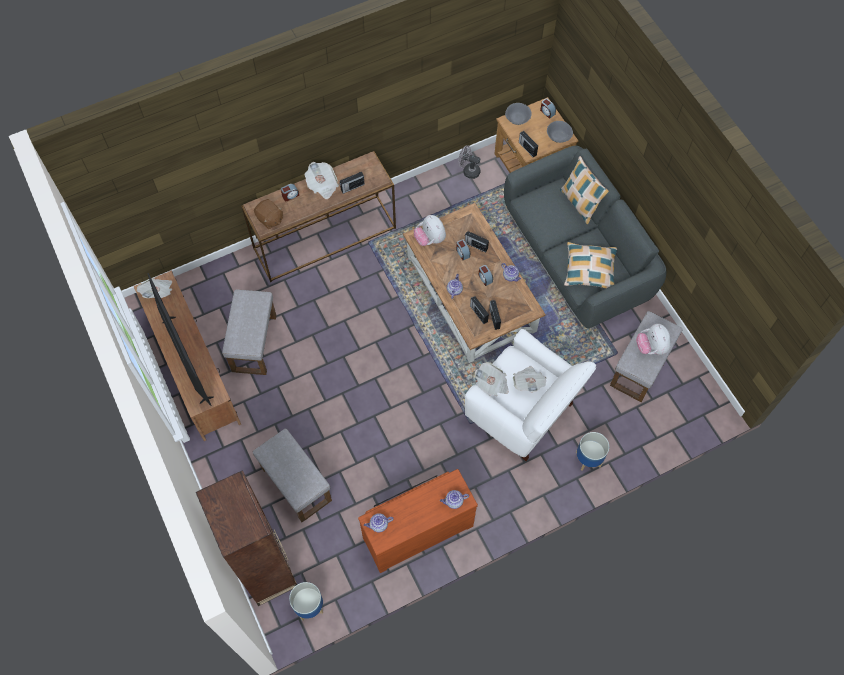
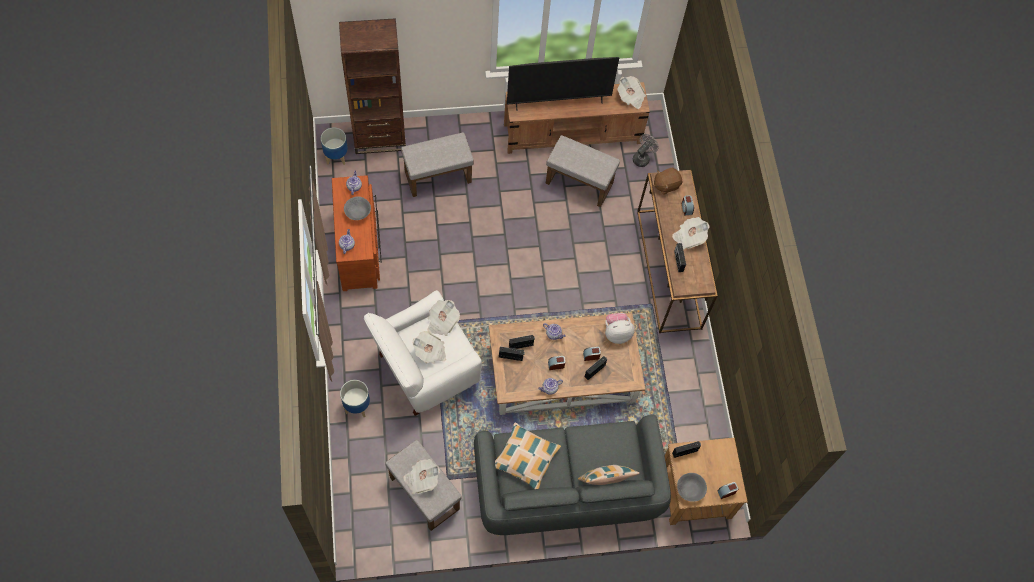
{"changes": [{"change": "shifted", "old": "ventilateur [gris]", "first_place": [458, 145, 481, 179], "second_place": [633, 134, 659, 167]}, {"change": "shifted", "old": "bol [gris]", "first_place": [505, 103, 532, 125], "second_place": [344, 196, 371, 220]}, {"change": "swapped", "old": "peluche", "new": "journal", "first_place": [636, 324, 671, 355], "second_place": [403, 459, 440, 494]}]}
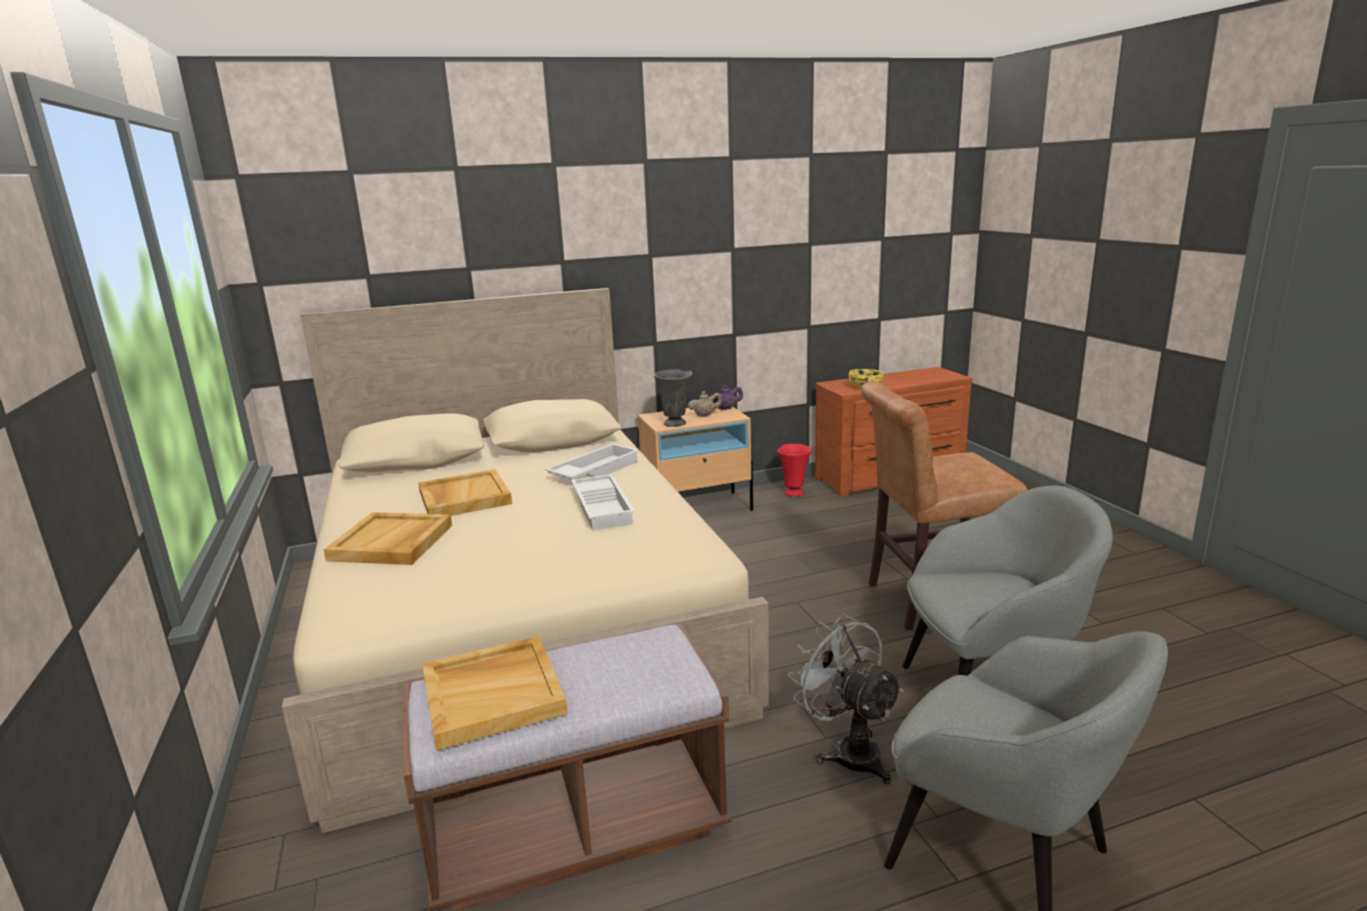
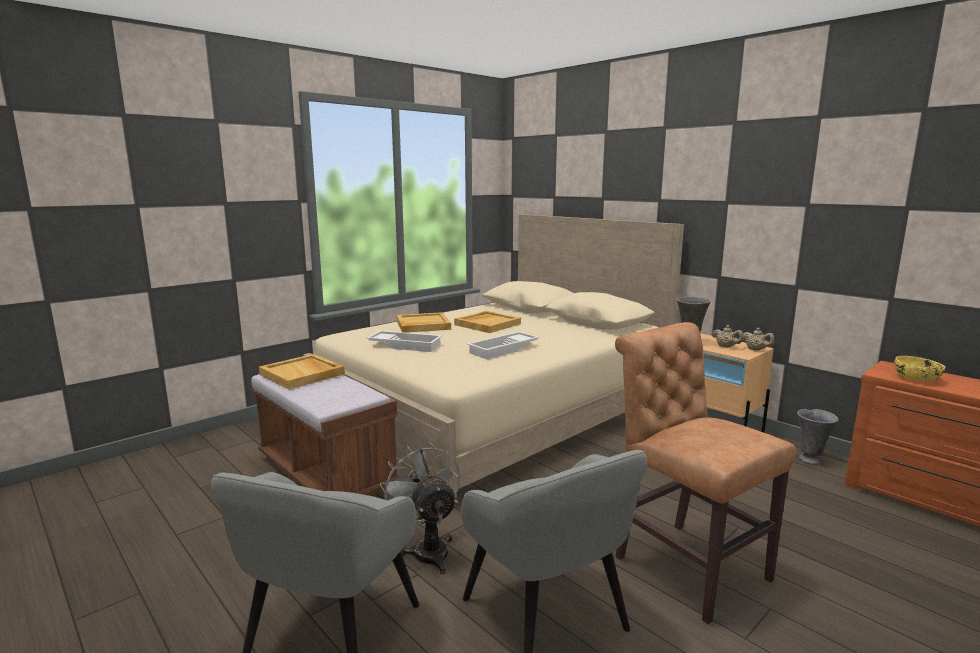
{"changes": [{"change": "shifted", "old": "plateau [blanc]", "first_place": [545, 443, 639, 480], "second_place": [367, 331, 442, 352]}, {"change": "repainted", "old": "théière [violet]", "new": "théière [beige]", "first_place": [711, 385, 743, 410], "second_place": [743, 328, 775, 351]}, {"change": "repainted", "old": "vase [rouge]", "new": "vase [gris]", "first_place": [777, 444, 812, 497], "second_place": [797, 409, 839, 465]}, {"change": "rotated", "old": "ventilateur [gris]", "first_place": [788, 613, 904, 784], "second_place": [380, 442, 460, 574], "degrees": -60}]}
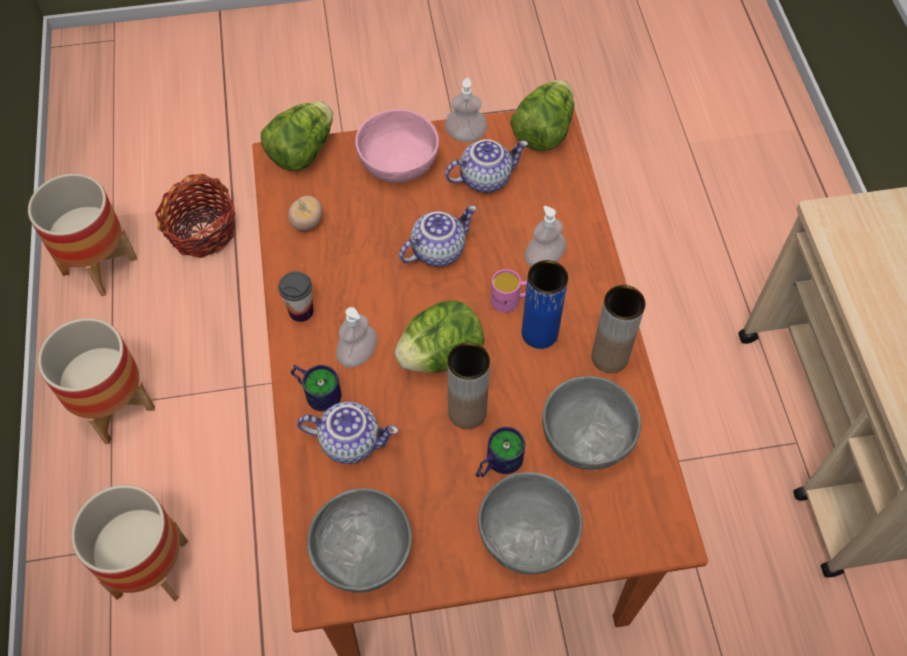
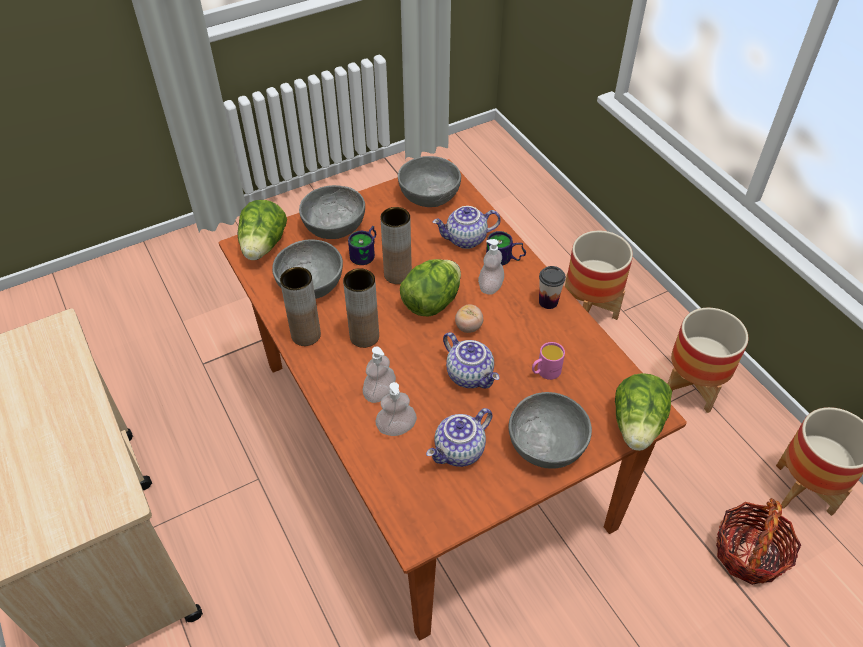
{"changes": [{"change": "shifted", "old": "tomate", "first_place": [288, 196, 323, 231], "second_place": [455, 304, 483, 333]}, {"change": "shifted", "old": "distributeur de savon", "first_place": [445, 78, 487, 142], "second_place": [376, 382, 417, 436]}, {"change": "shifted", "old": "mug [rose]", "first_place": [491, 269, 527, 313], "second_place": [532, 342, 565, 380]}, {"change": "shifted", "old": "laitue", "first_place": [510, 80, 574, 151], "second_place": [238, 200, 287, 260]}, {"change": "repainted", "old": "bol [rose]", "new": "bol [gris]", "first_place": [355, 109, 439, 183], "second_place": [509, 392, 592, 469]}, {"change": "repainted", "old": "vase [bleu]", "new": "vase [marron]", "first_place": [522, 260, 568, 349], "second_place": [343, 268, 379, 348]}, {"change": "rotated", "old": "théière", "first_place": [399, 205, 477, 267], "second_place": [443, 332, 500, 388], "degrees": -75}]}
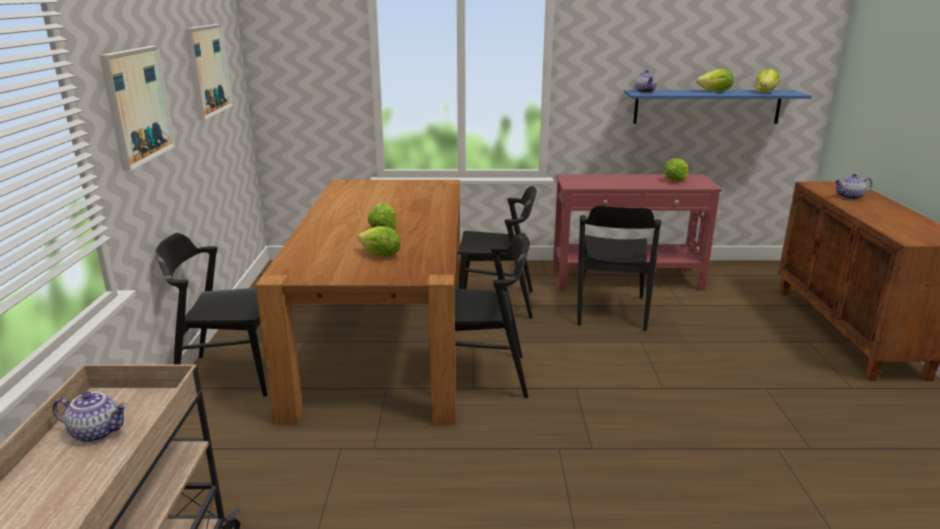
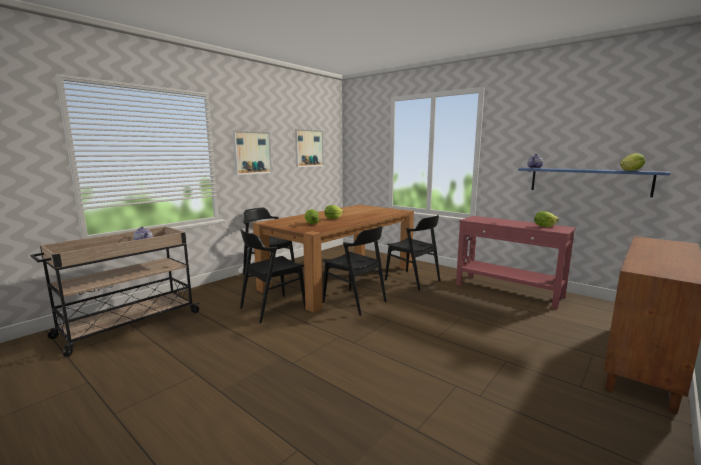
{"changes": [{"change": "gone", "old": "laitue", "first_place": [696, 69, 734, 91]}, {"change": "gone", "old": "théière", "first_place": [834, 174, 872, 200]}, {"change": "shifted", "old": "chaise [noir]", "first_place": [577, 206, 662, 331], "second_place": [240, 229, 305, 323]}]}
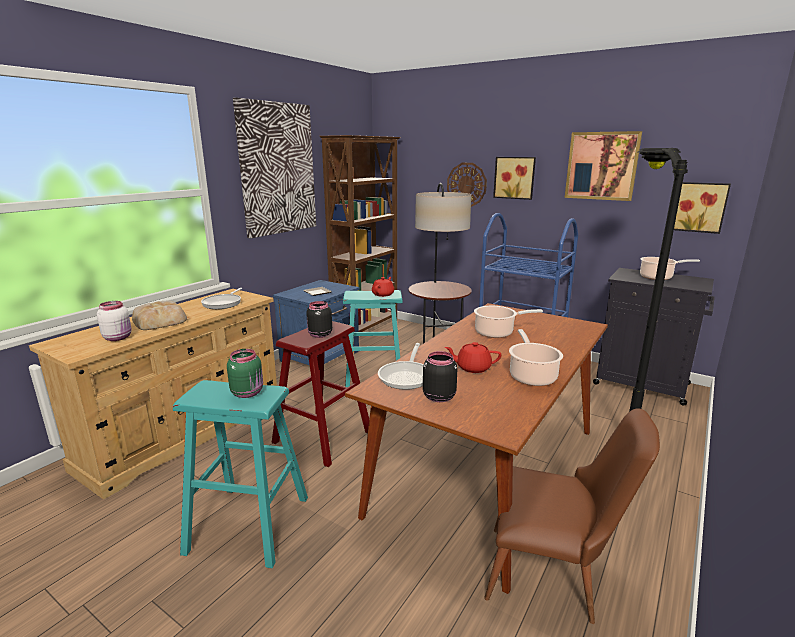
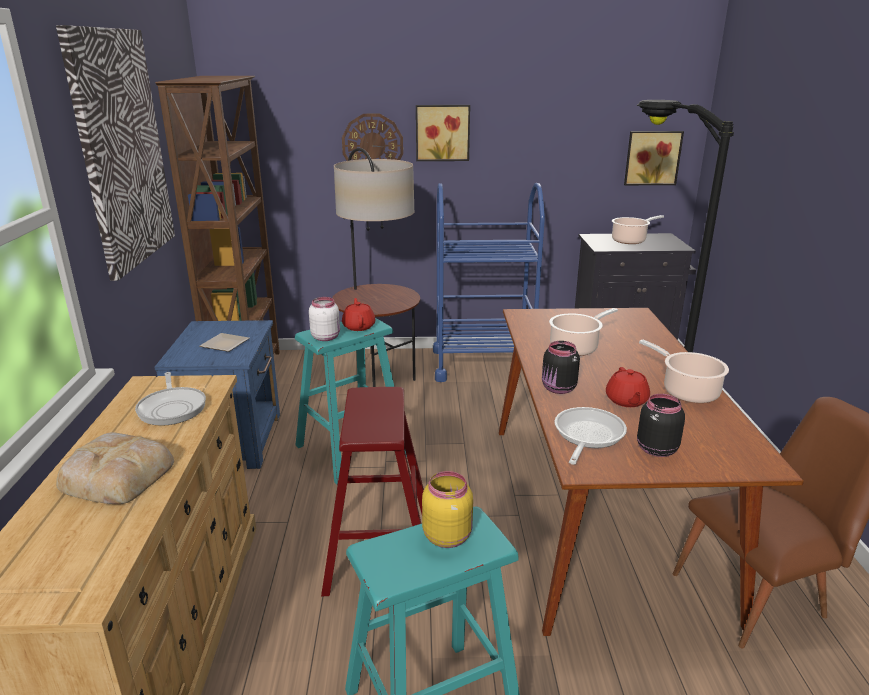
{"changes": [{"change": "gone", "old": "tableau", "first_place": [565, 131, 642, 201]}, {"change": "shifted", "old": "bocal [blanc]", "first_place": [97, 301, 132, 341], "second_place": [309, 297, 340, 341]}, {"change": "shifted", "old": "bocal [noir]", "first_place": [306, 301, 332, 338], "second_place": [542, 341, 580, 394]}, {"change": "repainted", "old": "bocal [vert]", "new": "bocal [jaune]", "first_place": [227, 349, 263, 398], "second_place": [422, 471, 473, 548]}, {"change": "rotated", "old": "poêle", "first_place": [378, 343, 424, 390], "second_place": [554, 407, 627, 465], "degrees": -135}, {"change": "rotated", "old": "théière [rouge]", "first_place": [445, 342, 501, 373], "second_place": [606, 367, 650, 407], "degrees": -60}]}
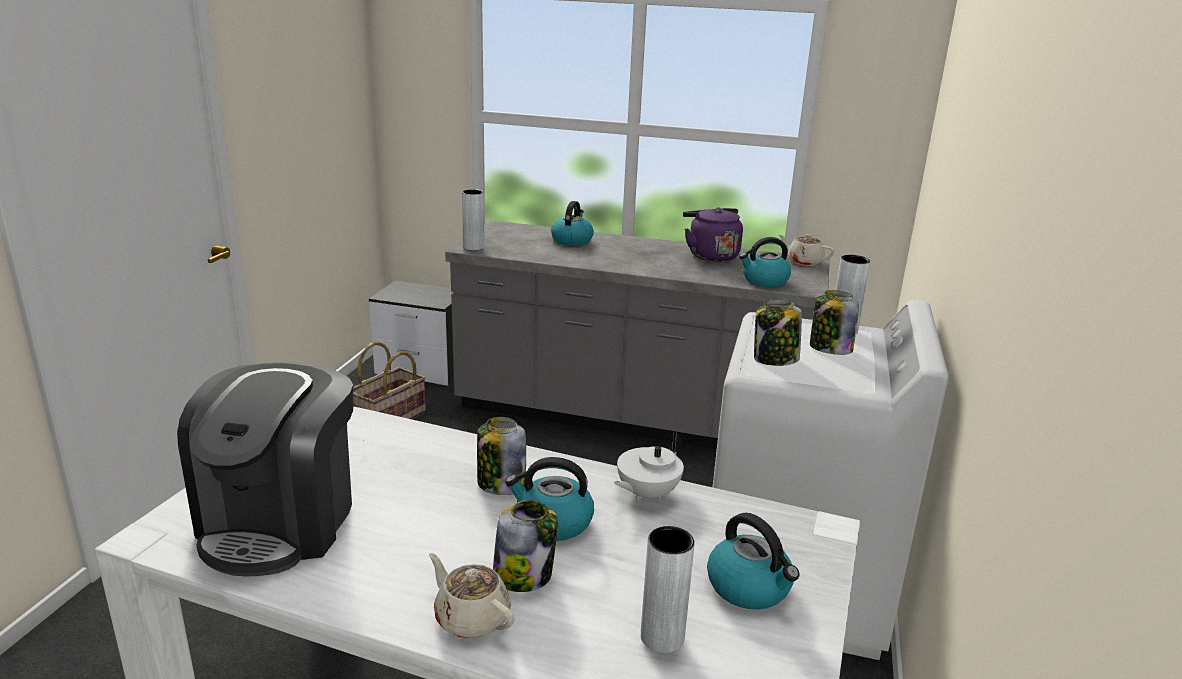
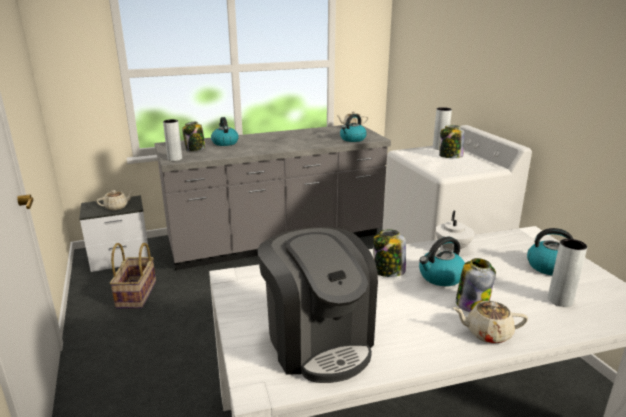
{"changes": [{"change": "gone", "old": "bouilloire [violet]", "first_place": [683, 207, 743, 262]}, {"change": "new", "new": "théière [beige]", "second_place": [96, 190, 134, 210]}, {"change": "shifted", "old": "bocal", "first_place": [754, 299, 802, 366], "second_place": [182, 122, 206, 151]}]}
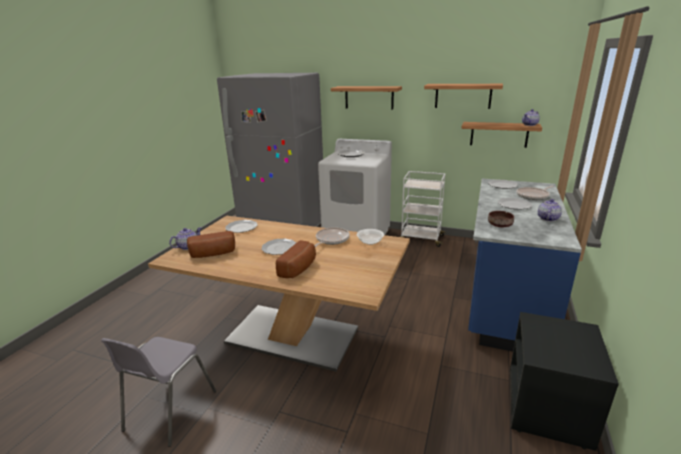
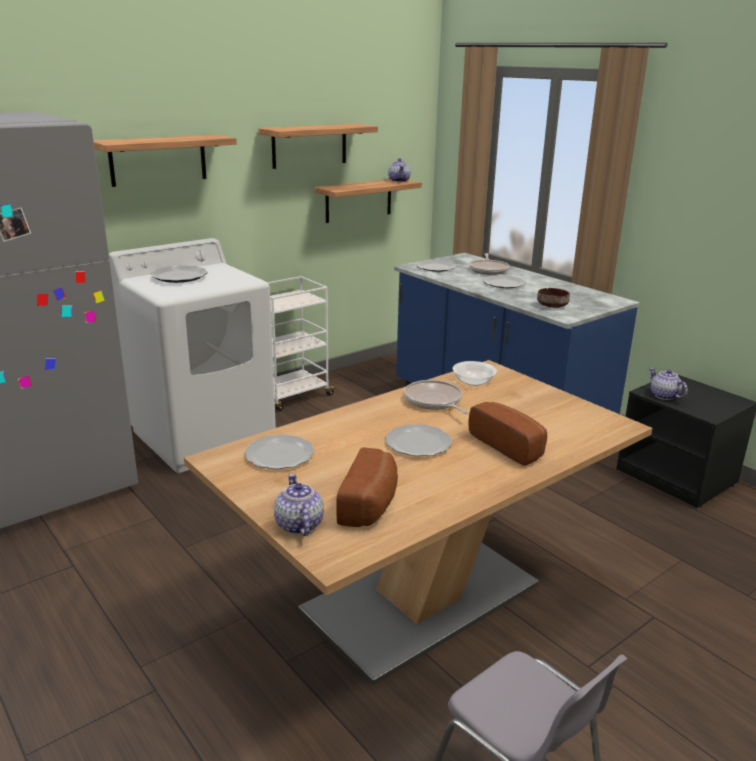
{"changes": [{"change": "shifted", "old": "théière", "first_place": [538, 199, 562, 221], "second_place": [649, 368, 688, 400]}]}
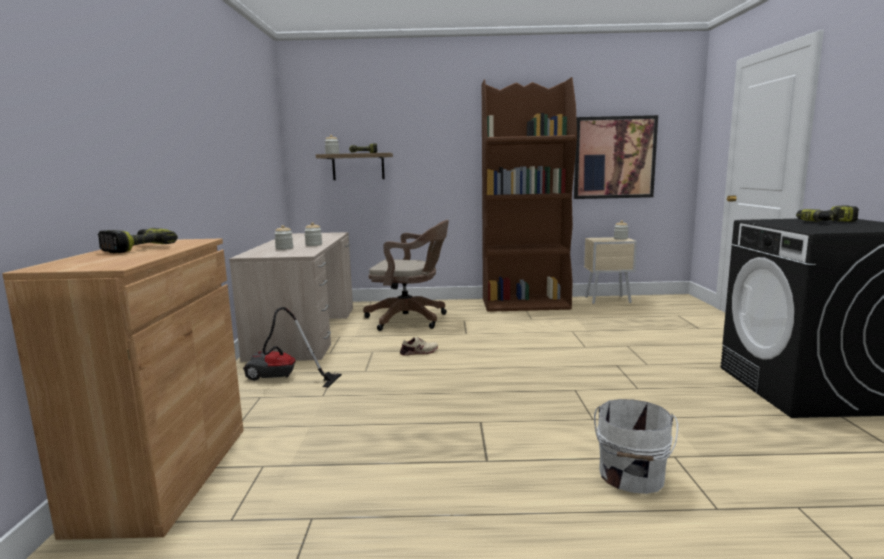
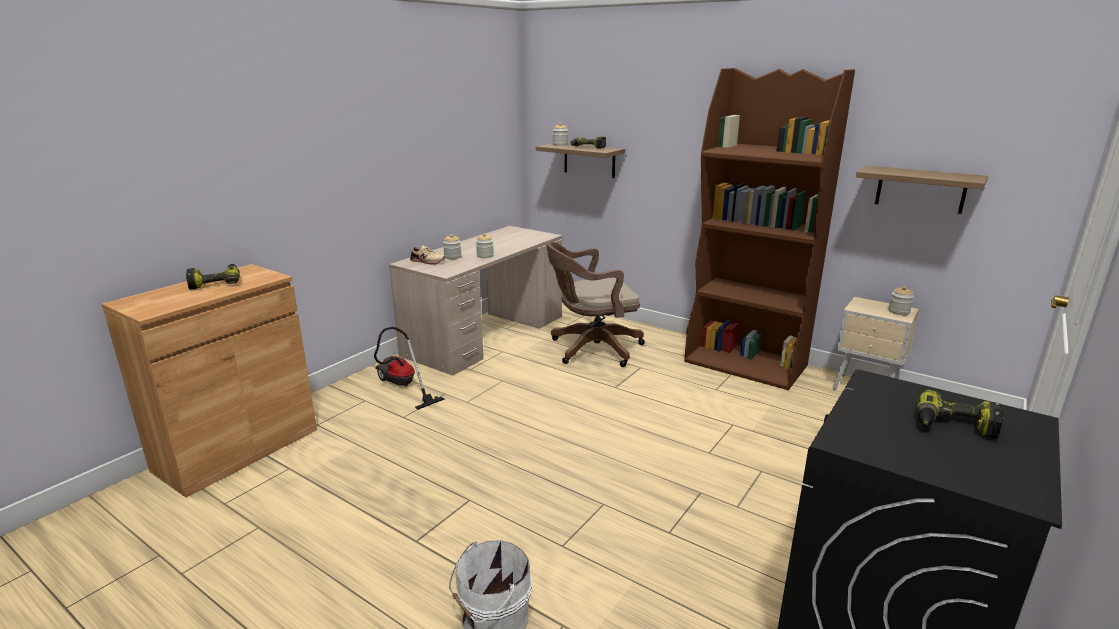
{"changes": [{"change": "shifted", "old": "chaussure [beige]", "first_place": [400, 337, 438, 356], "second_place": [410, 245, 445, 264]}, {"change": "swapped", "old": "tableau", "new": "étagère", "first_place": [574, 115, 658, 199], "second_place": [856, 166, 988, 214]}, {"change": "rotated", "old": "chaise de bureau [marron]", "first_place": [363, 220, 449, 331], "second_place": [546, 241, 645, 367], "degrees": 120}]}
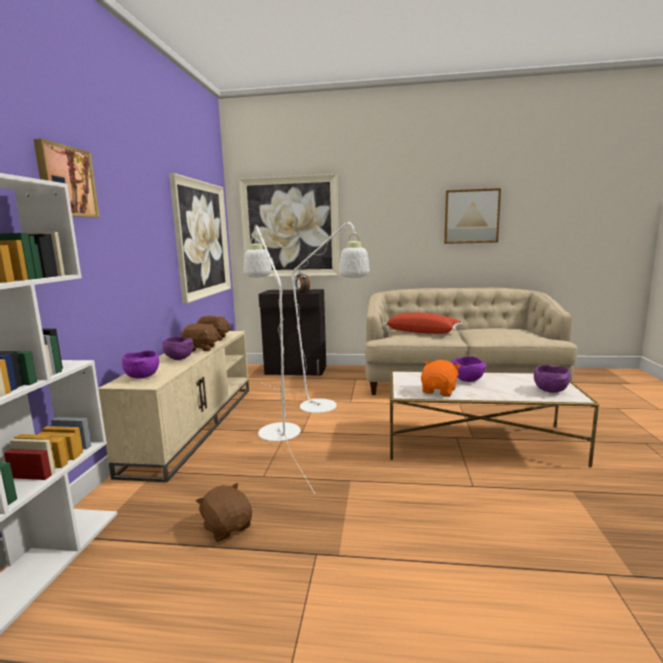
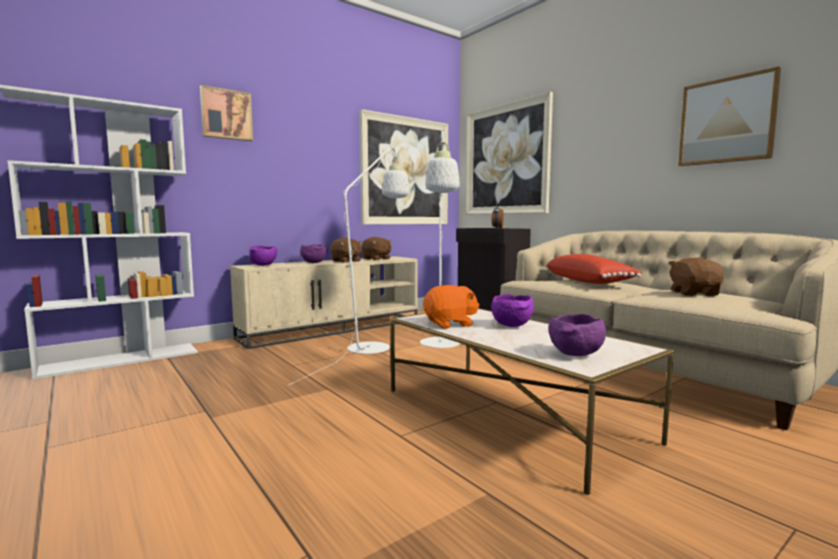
{"changes": [{"change": "shifted", "old": "peluche [marron]", "first_place": [196, 483, 252, 542], "second_place": [668, 257, 724, 296]}]}
